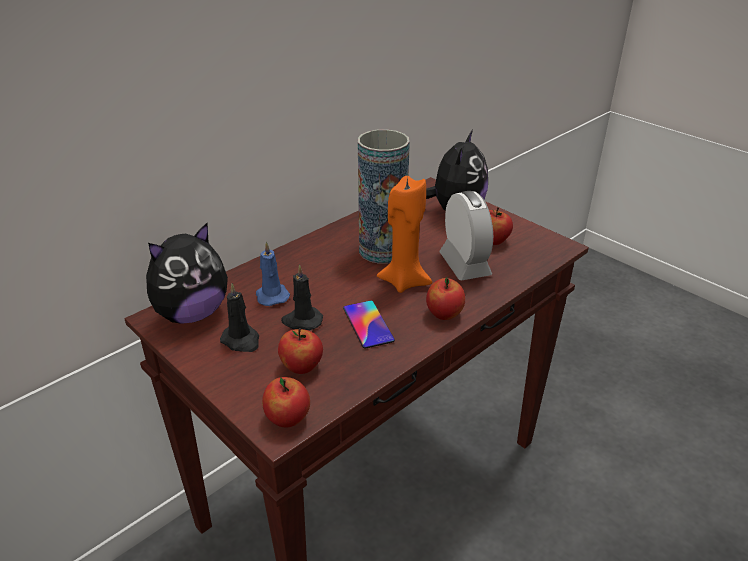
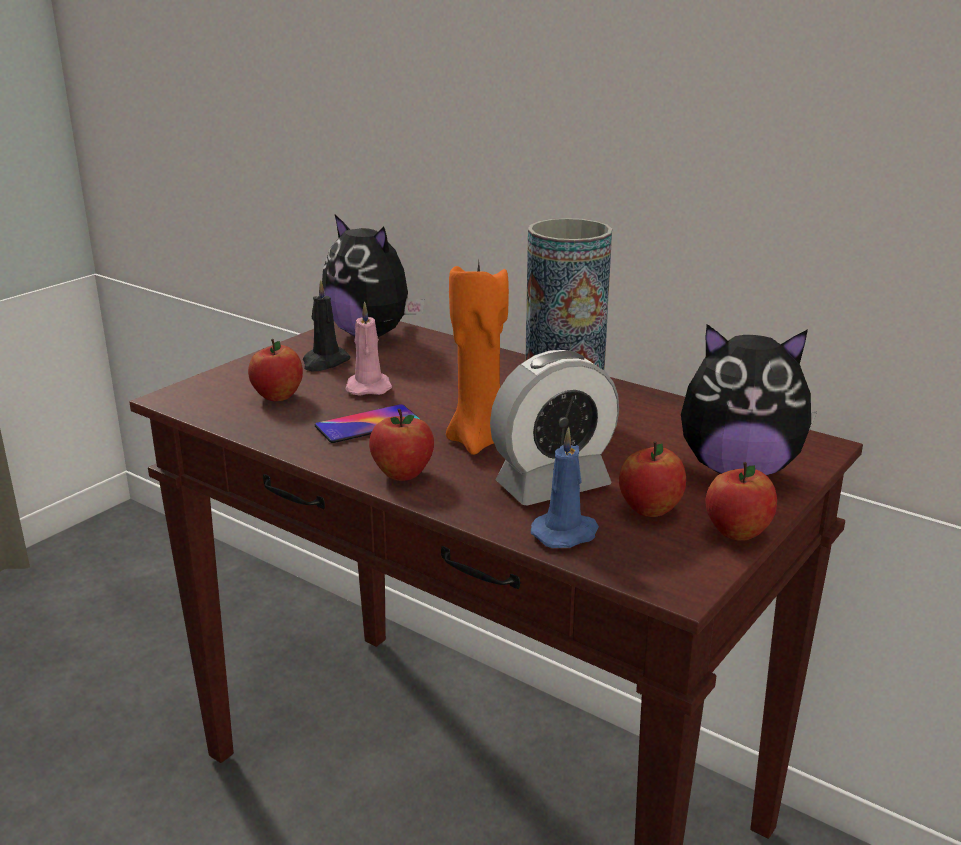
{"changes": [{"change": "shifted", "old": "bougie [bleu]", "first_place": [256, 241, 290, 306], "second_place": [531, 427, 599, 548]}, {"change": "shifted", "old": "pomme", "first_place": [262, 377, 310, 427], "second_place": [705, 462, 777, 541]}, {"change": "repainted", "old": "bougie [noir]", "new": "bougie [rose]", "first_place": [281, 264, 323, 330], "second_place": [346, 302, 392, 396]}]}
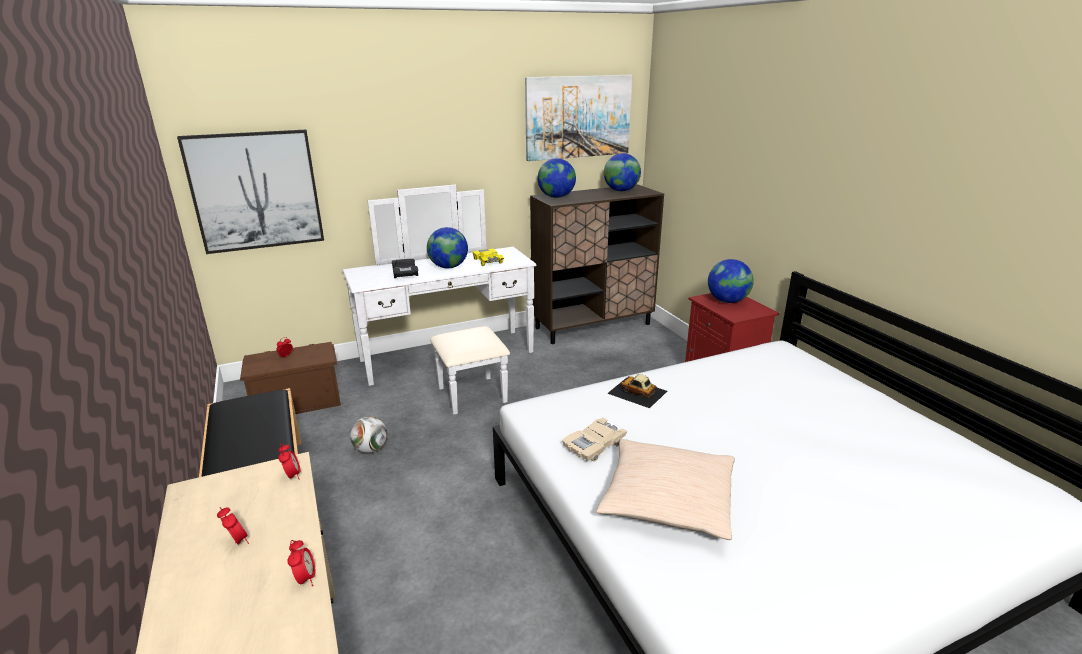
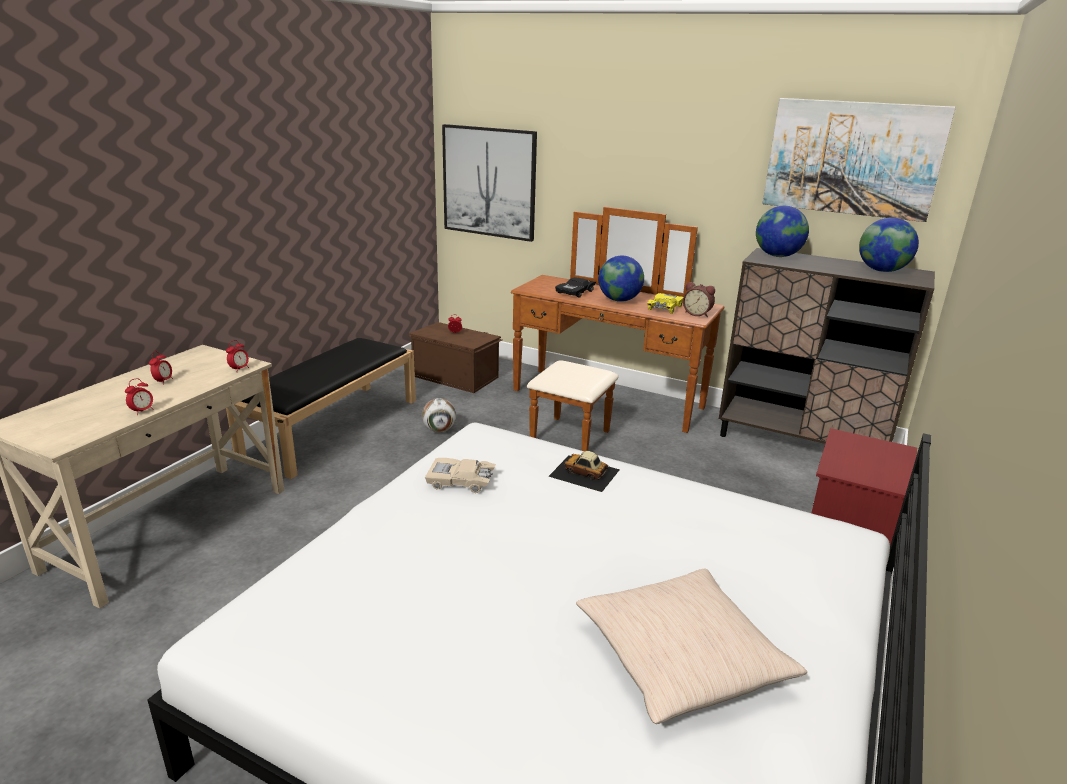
{"changes": [{"change": "gone", "old": "globe", "first_place": [708, 259, 754, 303]}, {"change": "new", "new": "réveil", "second_place": [683, 282, 715, 317]}, {"change": "shifted", "old": "coussin [beige]", "first_place": [596, 439, 735, 540], "second_place": [576, 569, 807, 724]}, {"change": "repainted", "old": "commode [blanc]", "new": "commode [marron]", "first_place": [343, 185, 537, 415], "second_place": [511, 207, 725, 451]}, {"change": "rotated", "old": "petite voiture", "first_place": [607, 374, 667, 408], "second_place": [548, 451, 620, 492], "degrees": -60}]}
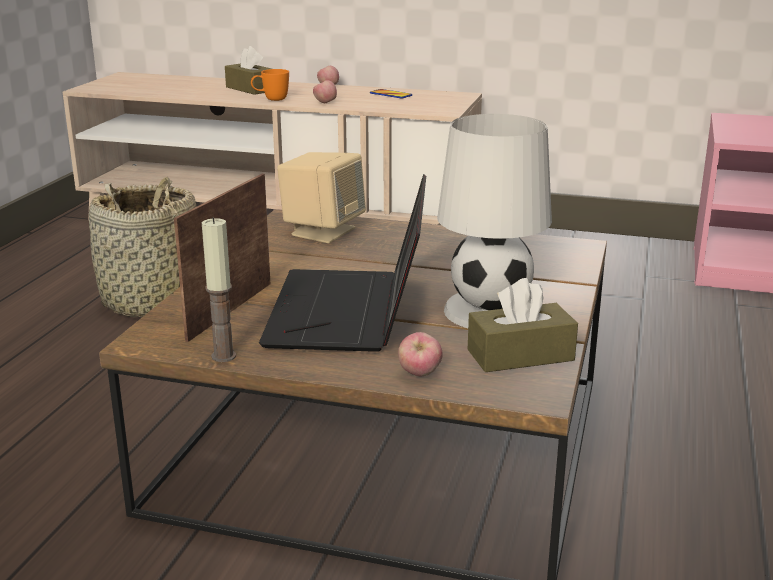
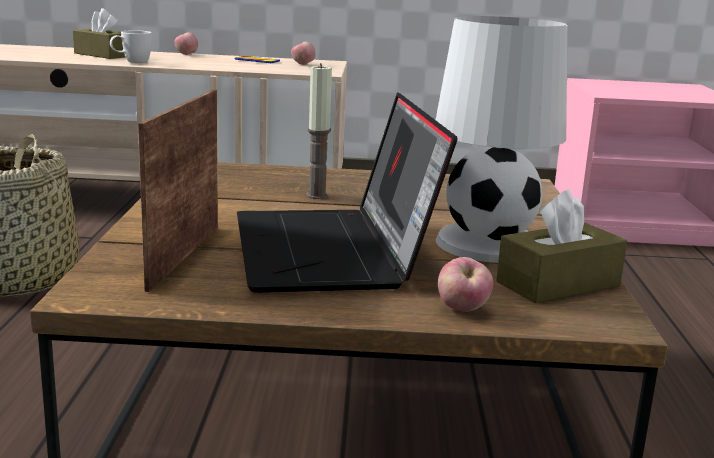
{"changes": [{"change": "gone", "old": "enceinte [beige]", "first_place": [277, 152, 366, 243]}, {"change": "shifted", "old": "bougie", "first_place": [202, 218, 236, 362], "second_place": [306, 63, 332, 199]}, {"change": "shifted", "old": "pomme", "first_place": [313, 80, 337, 103], "second_place": [291, 41, 315, 65]}, {"change": "repainted", "old": "mug [orange]", "new": "mug [blanc]", "first_place": [251, 69, 289, 101], "second_place": [110, 30, 152, 63]}]}
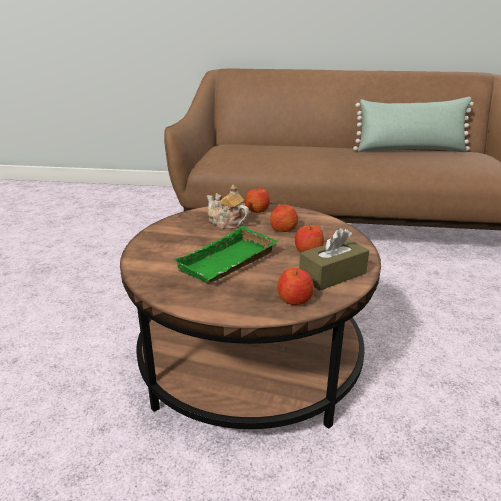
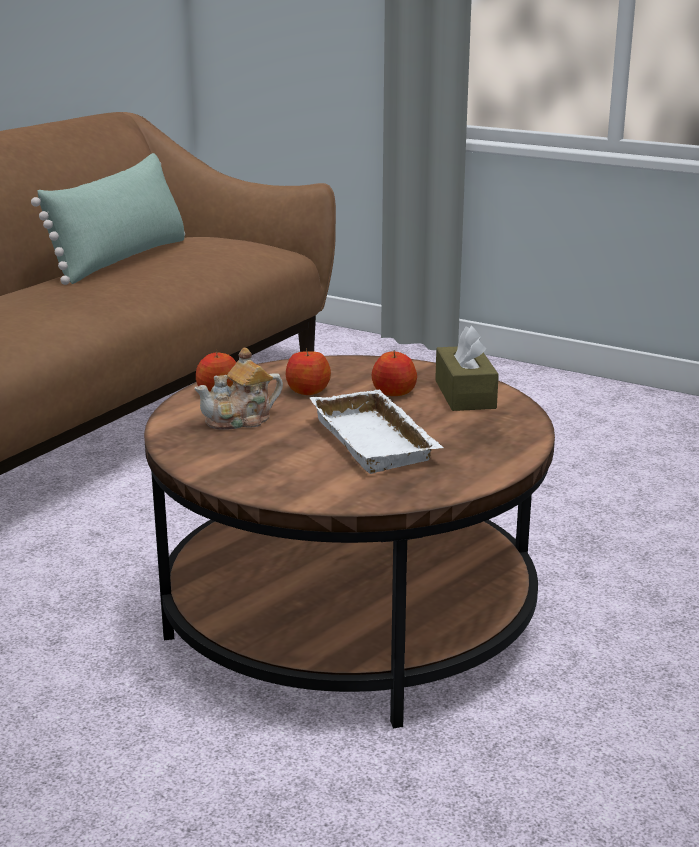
{"changes": [{"change": "gone", "old": "pomme", "first_place": [277, 268, 314, 305]}, {"change": "repainted", "old": "plateau [vert]", "new": "plateau [blanc]", "first_place": [173, 226, 278, 284], "second_place": [310, 389, 444, 474]}]}
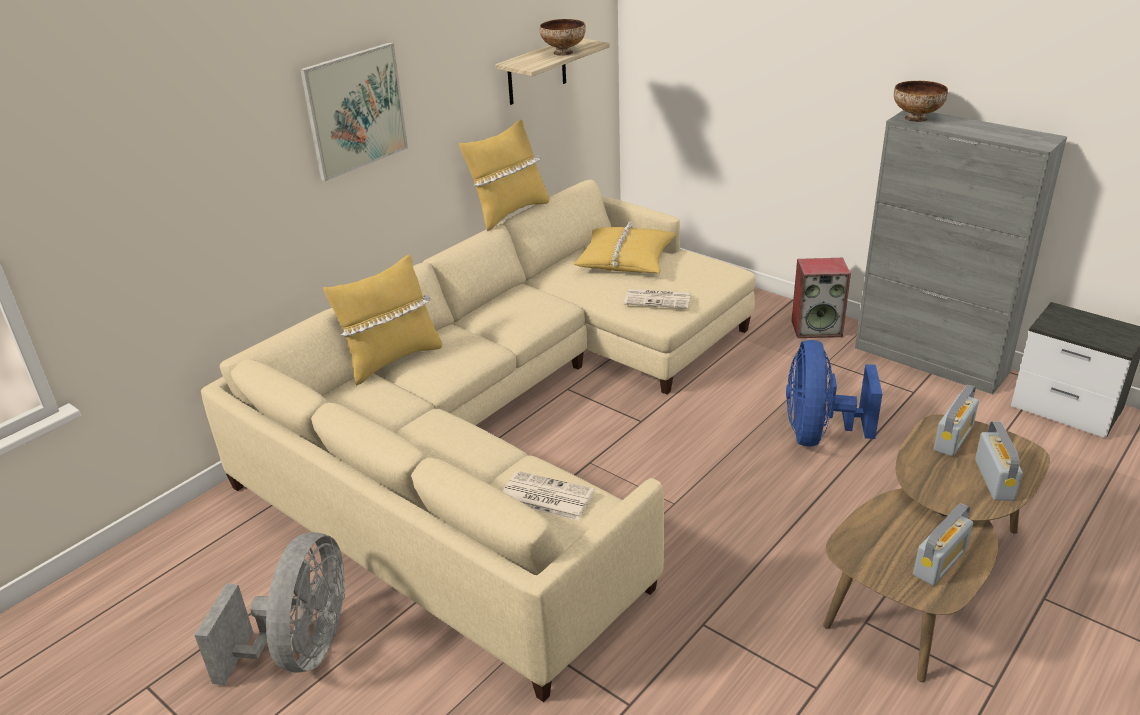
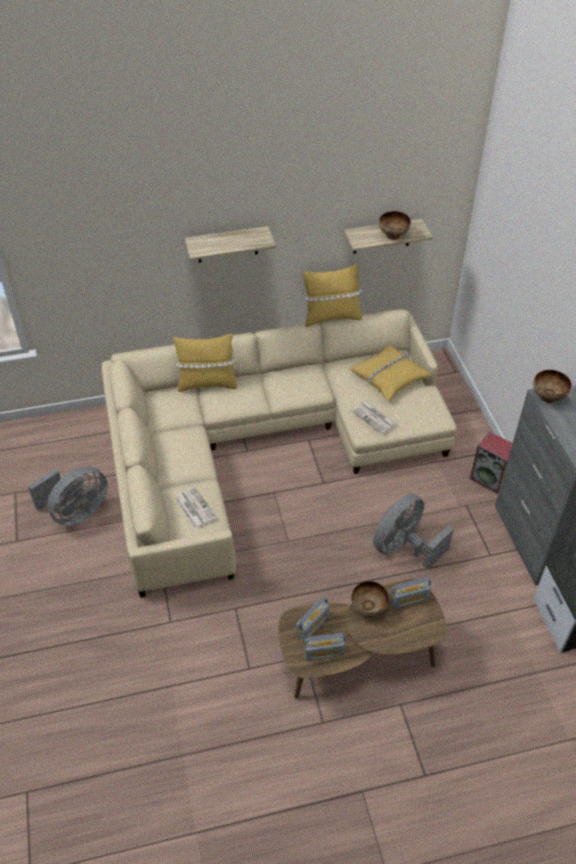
{"changes": [{"change": "new", "new": "bol", "second_place": [351, 581, 389, 617]}, {"change": "shifted", "old": "radio", "first_place": [975, 421, 1023, 501], "second_place": [296, 597, 329, 640]}, {"change": "swapped", "old": "tableau", "new": "étagère", "first_place": [300, 42, 408, 181], "second_place": [185, 226, 276, 263]}, {"change": "repainted", "old": "ventilateur [bleu]", "new": "ventilateur [gris]", "first_place": [786, 340, 882, 447], "second_place": [373, 493, 454, 569]}]}
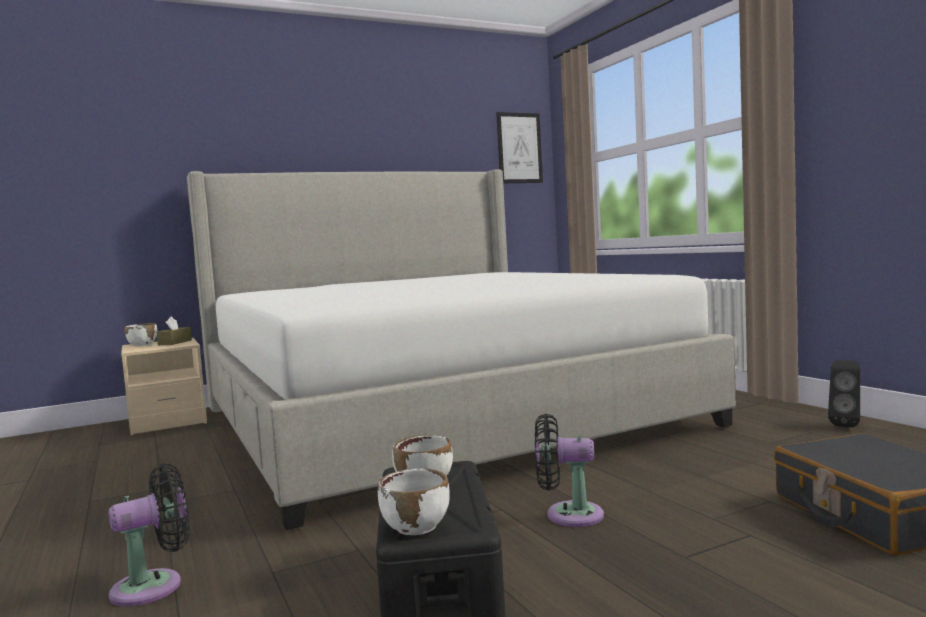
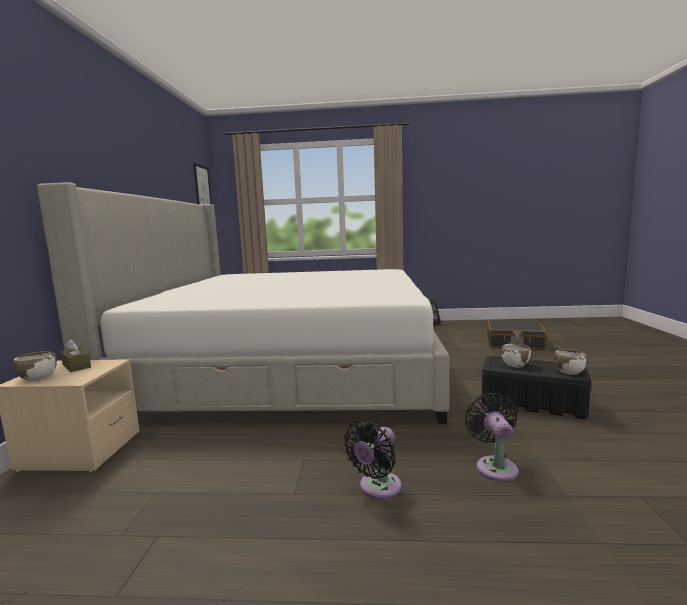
{"changes": [{"change": "shifted", "old": "ventilateur [noir]", "first_place": [535, 414, 604, 527], "second_place": [344, 420, 402, 500]}]}
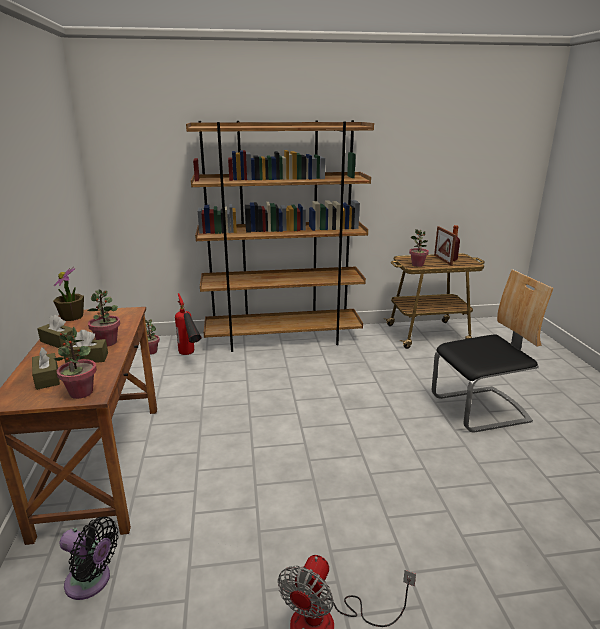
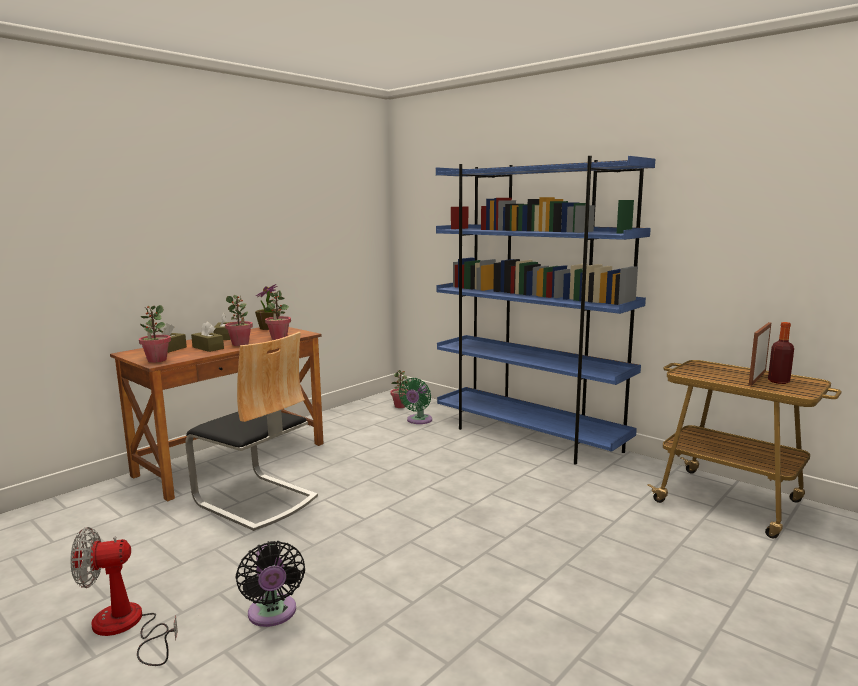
{"changes": [{"change": "shifted", "old": "ventilateur [noir]", "first_place": [60, 517, 119, 600], "second_place": [236, 541, 305, 627]}, {"change": "shifted", "old": "plante en pot", "first_place": [409, 229, 429, 267], "second_place": [264, 290, 291, 340]}, {"change": "shifted", "old": "chaise", "first_place": [432, 269, 554, 433], "second_place": [185, 332, 318, 531]}, {"change": "swapped", "old": "extincteur", "new": "ventilateur [vert]", "first_place": [175, 293, 202, 355], "second_place": [399, 378, 432, 424]}, {"change": "repainted", "old": "bibliothèque [marron]", "new": "bibliothèque [bleu]", "first_place": [186, 120, 374, 352], "second_place": [436, 156, 655, 465]}]}
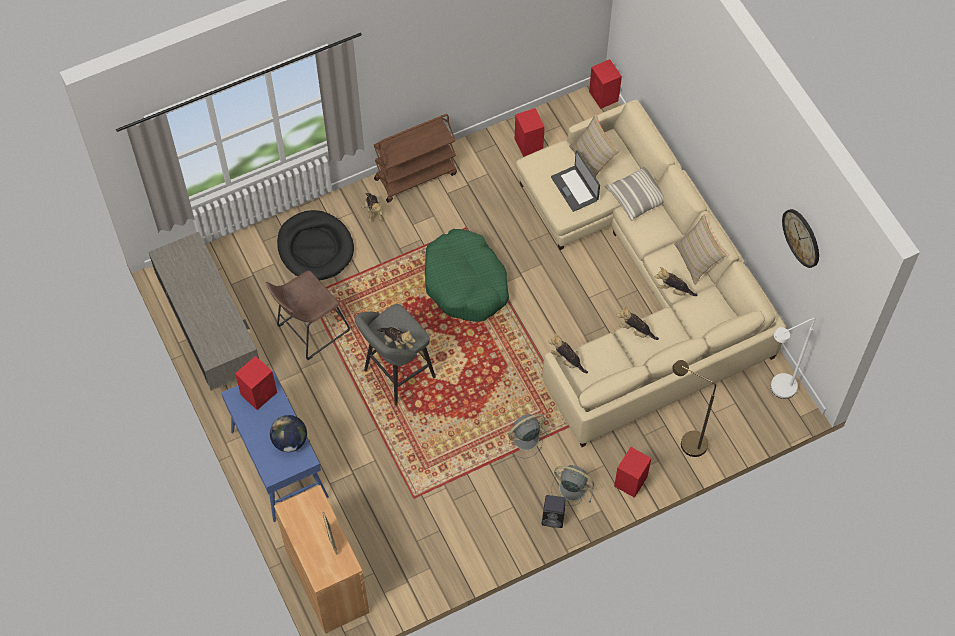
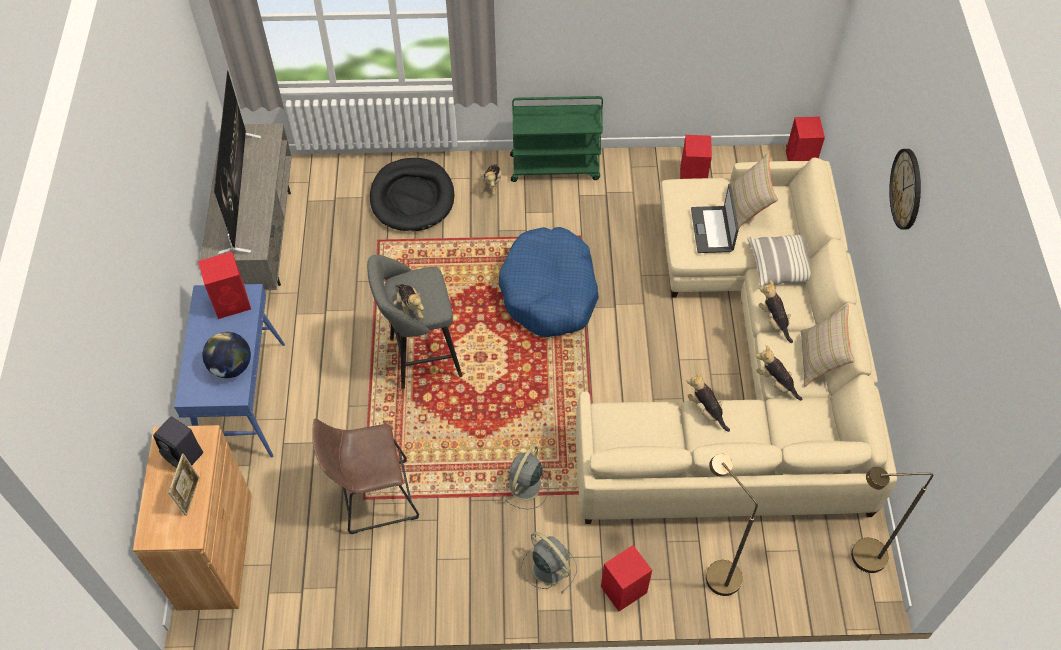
{"changes": [{"change": "new", "new": "téléviseur", "second_place": [214, 70, 261, 255]}, {"change": "shifted", "old": "tabouret [marron]", "first_place": [266, 270, 350, 360], "second_place": [312, 419, 419, 534]}, {"change": "shifted", "old": "enceinte [noir]", "first_place": [542, 495, 565, 528], "second_place": [153, 416, 203, 468]}, {"change": "shifted", "old": "peluche", "first_place": [548, 333, 588, 373], "second_place": [759, 280, 793, 343]}, {"change": "shifted", "old": "horloge murale", "first_place": [782, 209, 819, 268], "second_place": [889, 149, 921, 230]}, {"change": "repainted", "old": "chariot [marron]", "new": "chariot [vert]", "first_place": [374, 114, 457, 203], "second_place": [510, 96, 603, 182]}, {"change": "repainted", "old": "panier pour chien [vert]", "new": "panier pour chien [bleu]", "first_place": [425, 229, 509, 322], "second_place": [499, 227, 599, 337]}, {"change": "repainted", "old": "lampadaire [blanc]", "new": "lampadaire [marron]", "first_place": [771, 318, 815, 399], "second_place": [851, 467, 933, 573]}, {"change": "rotated", "old": "ventilateur [gris]", "first_place": [508, 414, 548, 458], "second_place": [502, 445, 549, 509], "degrees": -60}]}
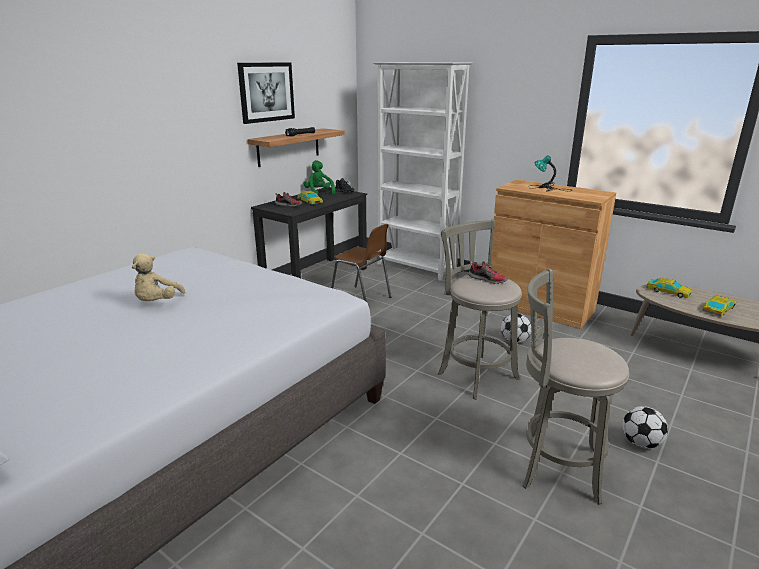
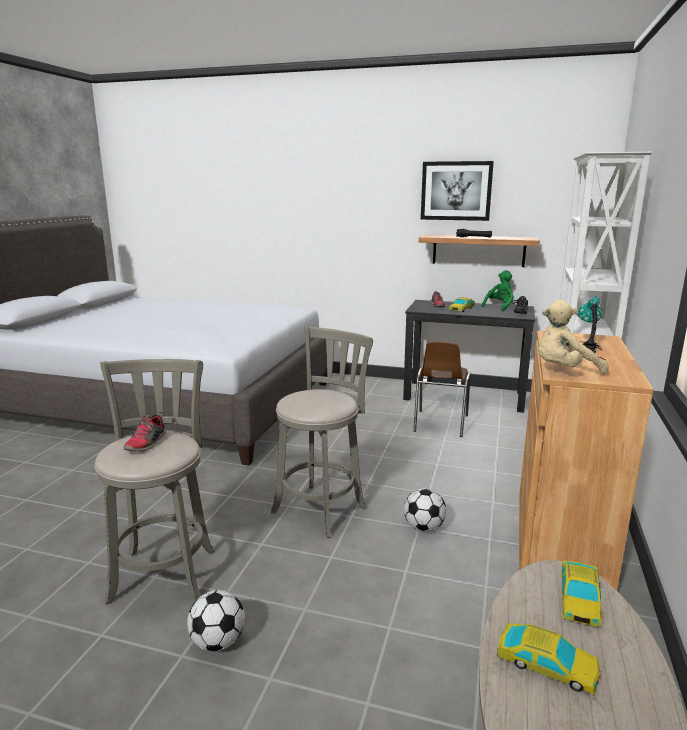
{"changes": [{"change": "shifted", "old": "peluche [beige]", "first_place": [132, 253, 185, 301], "second_place": [538, 300, 609, 374]}, {"change": "shifted", "old": "chaussure", "first_place": [468, 260, 507, 284], "second_place": [123, 412, 166, 452]}]}
